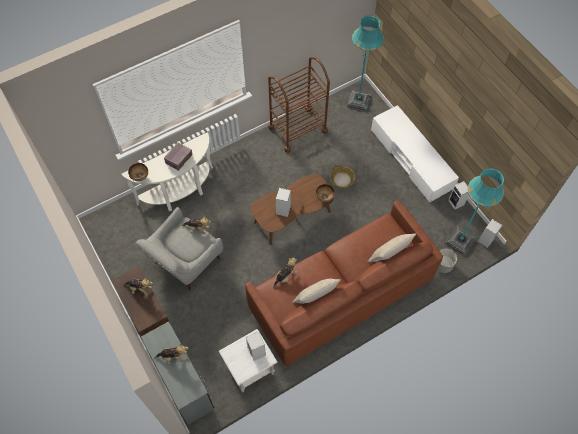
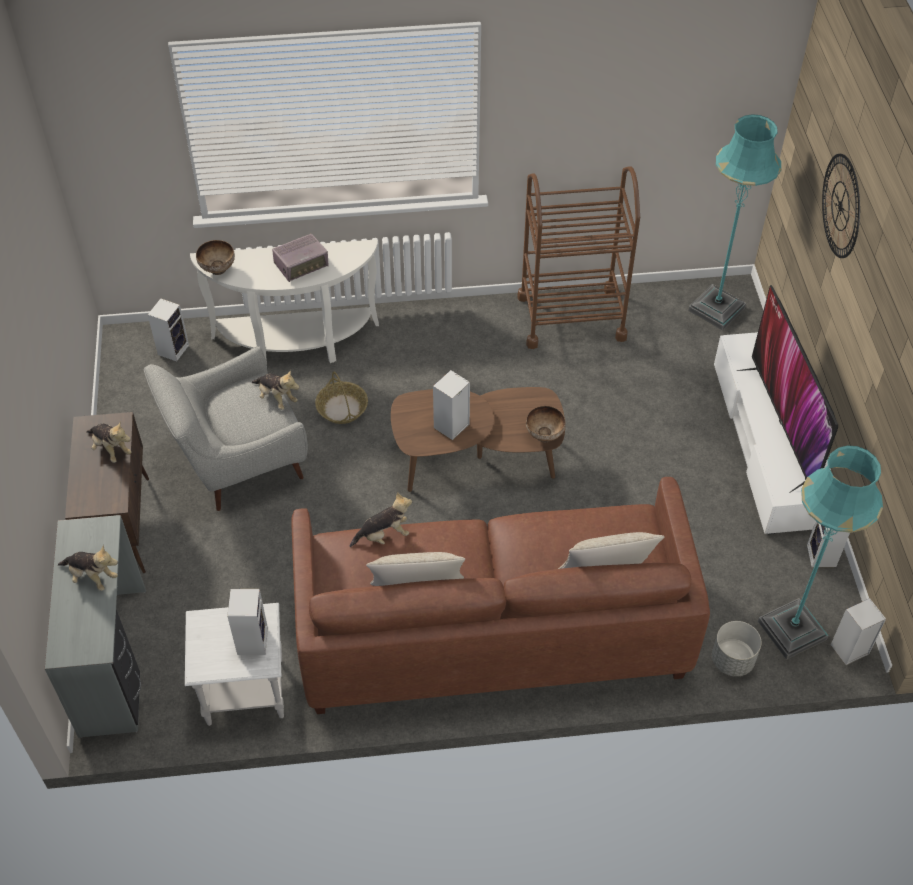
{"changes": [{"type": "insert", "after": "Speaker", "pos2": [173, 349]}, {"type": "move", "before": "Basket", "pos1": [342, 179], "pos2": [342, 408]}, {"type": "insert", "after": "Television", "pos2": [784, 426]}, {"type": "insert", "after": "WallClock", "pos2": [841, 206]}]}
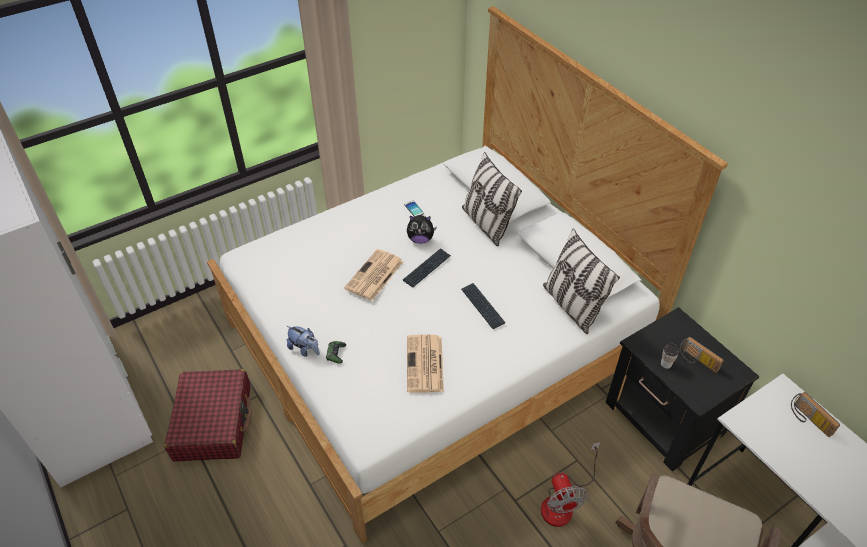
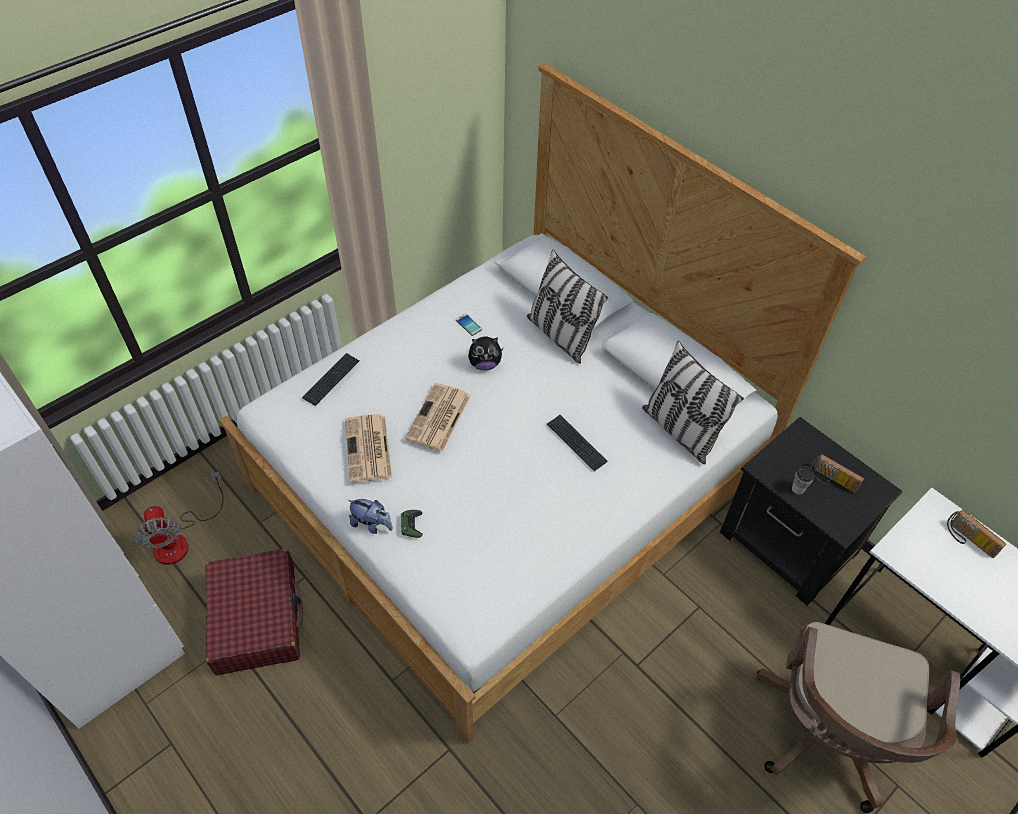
{"changes": [{"type": "move", "before": "Fan", "pos1": [563, 502], "pos2": [180, 539]}, {"type": "move", "before": "Keyboard", "pos1": [427, 268], "pos2": [331, 380]}, {"type": "move", "before": "Newspaper", "pos1": [425, 365], "pos2": [368, 449]}]}
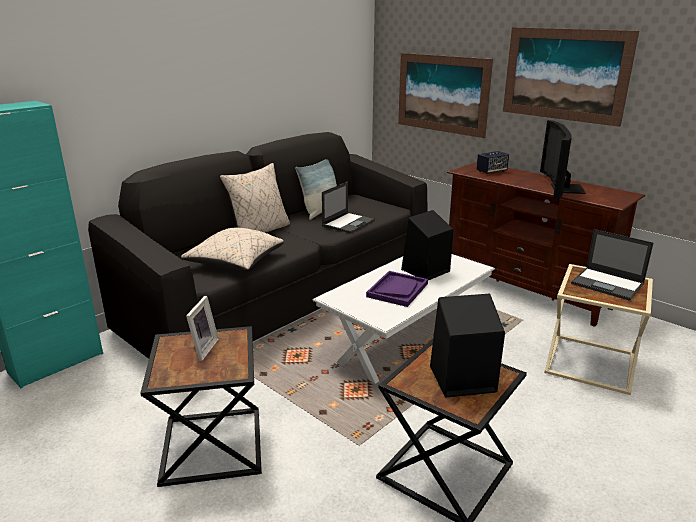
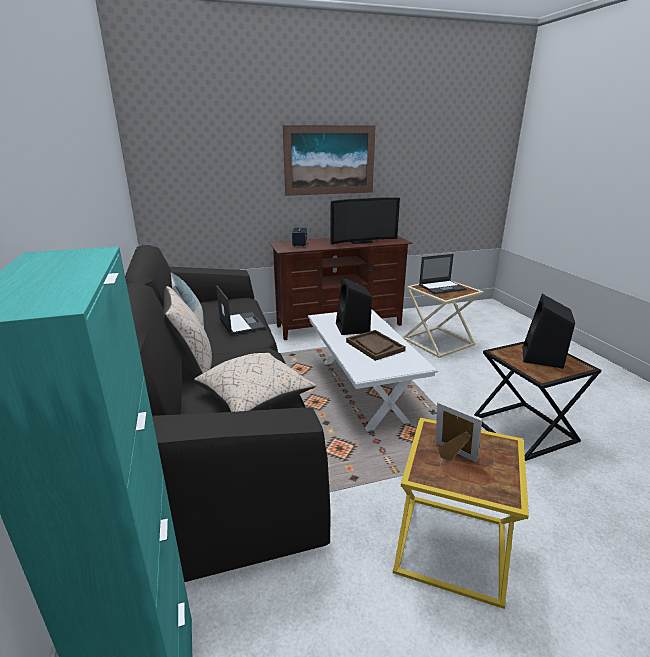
{"changes": [{"type": "rotate", "before": "Television", "pos1": [561, 188], "pos2": [360, 241], "turn": -60}, {"type": "recolor", "before": "PurpleTray", "after": "BrownTray", "pos1": [397, 290], "pos2": [374, 346]}, {"type": "recolor", "before": "BlackSideTable", "after": "YellowSideTable", "pos1": [210, 445], "pos2": [449, 548]}, {"type": "delete", "before": "Picture", "pos1": [442, 94]}]}
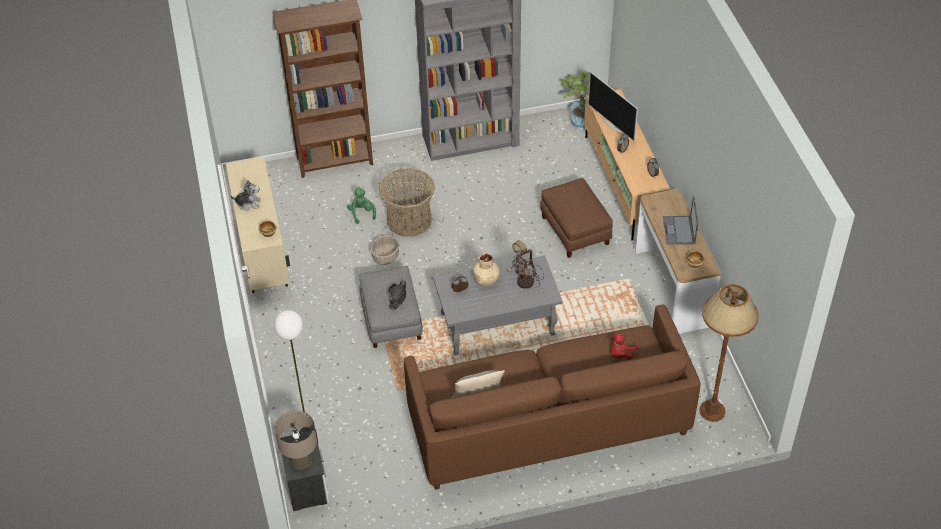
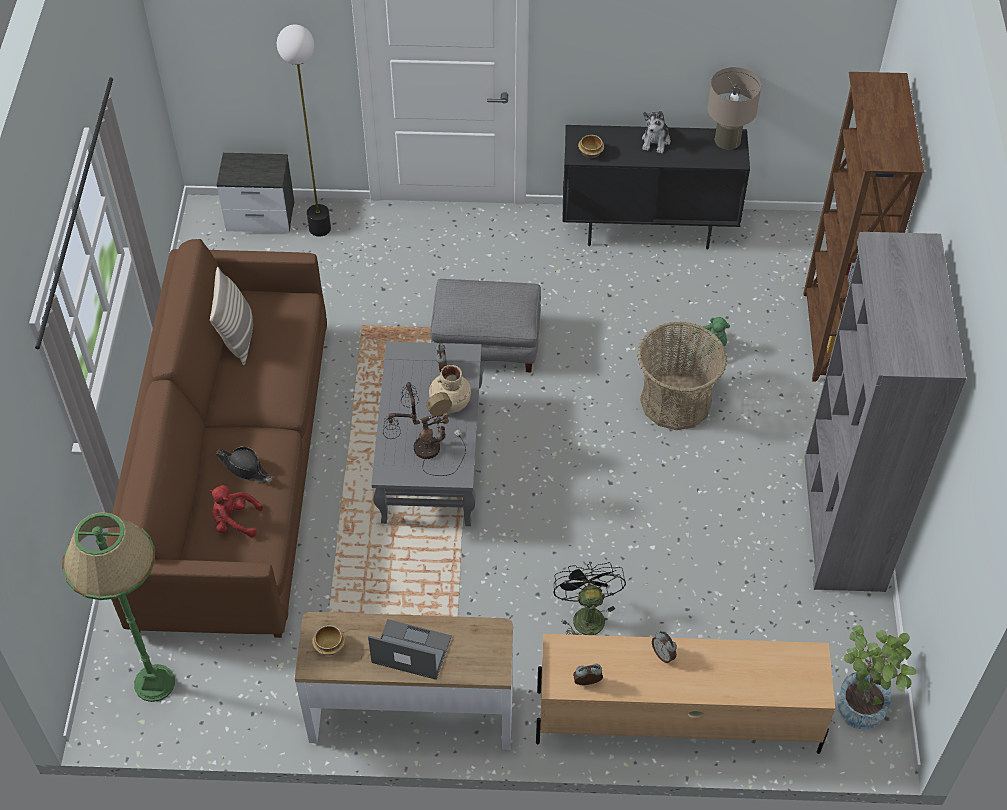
{"changes": [{"type": "recolor", "before": "BrownFloorLamp", "after": "GreenFloorLamp", "pos1": [712, 411], "pos2": [155, 683]}, {"type": "rotate", "before": "RedPlushToy", "pos1": [621, 353], "pos2": [234, 521], "turn": -45}, {"type": "move", "before": "BlackHat", "pos1": [398, 297], "pos2": [245, 468]}, {"type": "replace", "before": "BrownOttoman", "after": "BlackFan", "pos1": [575, 230], "pos2": [586, 615]}, {"type": "recolor", "before": "BeigeCabinet", "after": "BlackCabinet", "pos1": [264, 259], "pos2": [648, 229]}, {"type": "move", "before": "BeigeTableLamp", "pos1": [300, 461], "pos2": [727, 140]}, {"type": "delete", "before": "Basket", "pos1": [385, 256]}, {"type": "delete", "before": "Television", "pos1": [613, 125]}]}
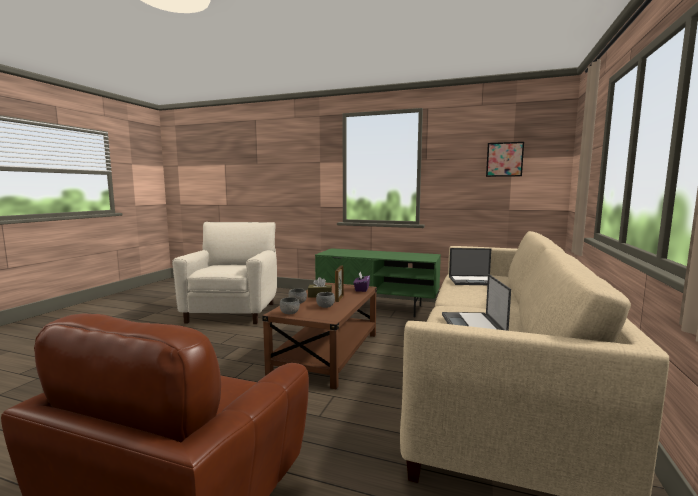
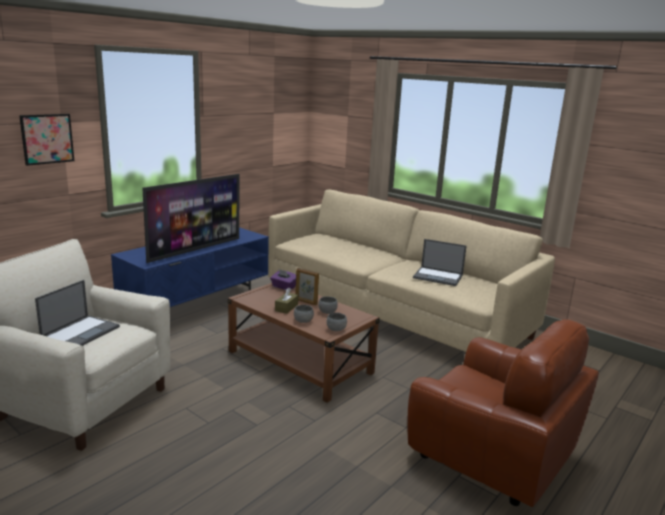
{"changes": [{"type": "move", "before": "Picture", "pos1": [504, 159], "pos2": [47, 139]}, {"type": "move", "before": "Laptop", "pos1": [473, 281], "pos2": [81, 332]}, {"type": "recolor", "before": "GreenTvStand", "after": "BlueTvStand", "pos1": [378, 307], "pos2": [197, 307]}, {"type": "insert", "after": "Television", "pos2": [195, 249]}]}
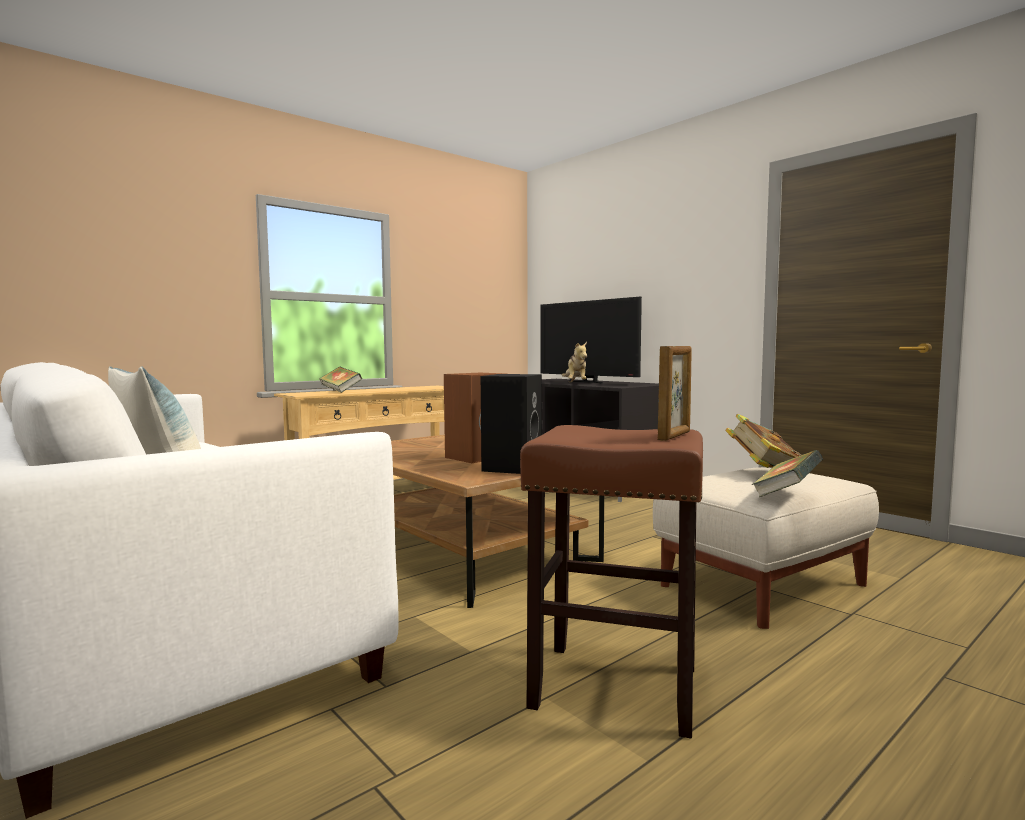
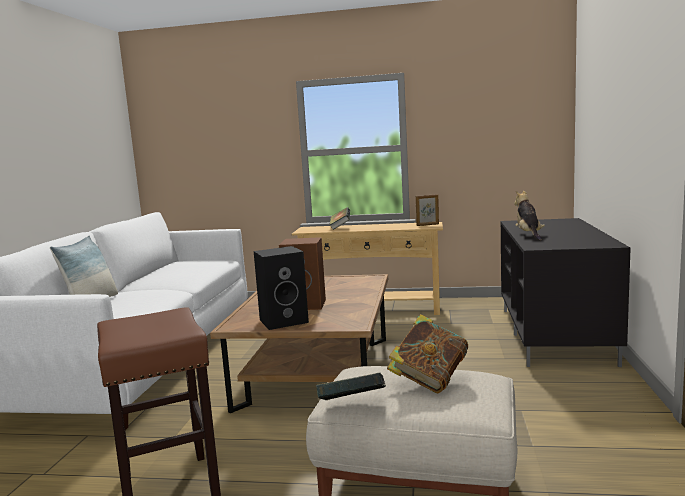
{"changes": [{"type": "move", "before": "PictureFrame", "pos1": [674, 436], "pos2": [427, 225]}, {"type": "rotate", "before": "PlushToy", "pos1": [575, 384], "pos2": [528, 235], "turn": 135}, {"type": "delete", "before": "Television", "pos1": [588, 382]}]}
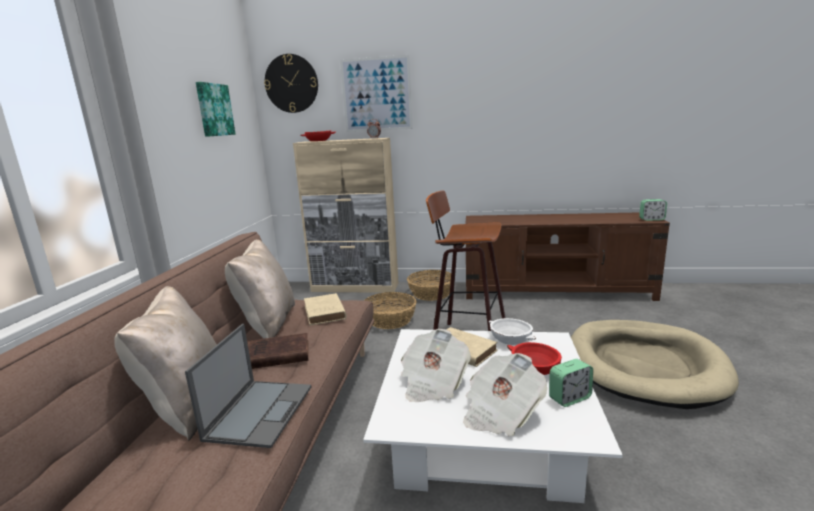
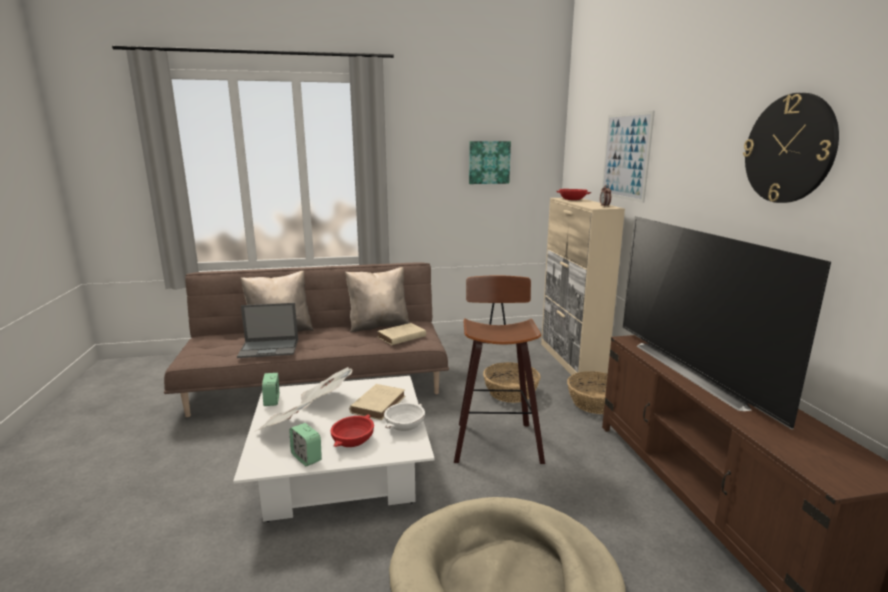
{"changes": [{"type": "move", "before": "AlarmClock", "pos1": [651, 219], "pos2": [272, 400]}, {"type": "insert", "after": "Television", "pos2": [697, 371]}, {"type": "move", "before": "WallClock", "pos1": [291, 83], "pos2": [789, 149]}, {"type": "delete", "before": "BrownBook", "pos1": [275, 355]}]}
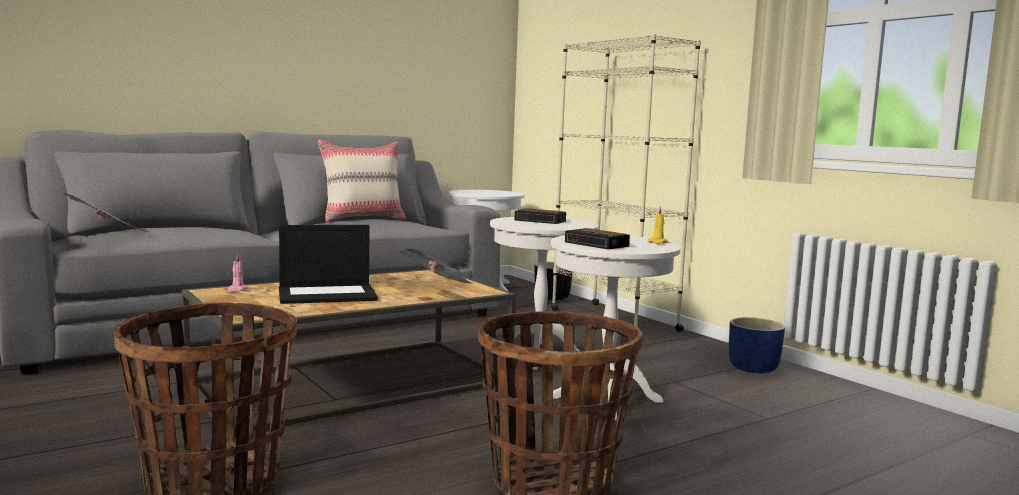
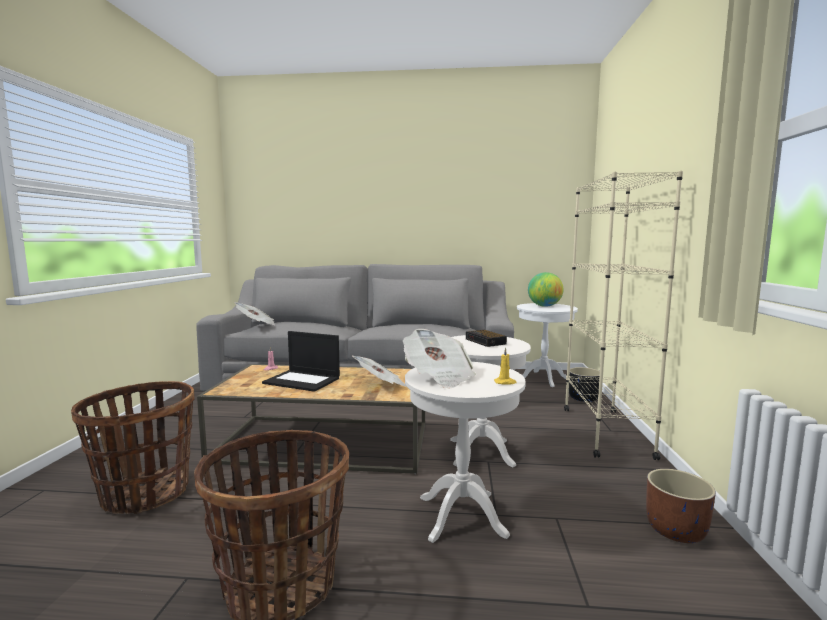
{"changes": [{"type": "replace", "before": "AlarmClock", "after": "Newspaper", "pos1": [597, 244], "pos2": [438, 376]}, {"type": "insert", "after": "Globe", "pos2": [544, 306]}, {"type": "recolor", "before": "BluePlanter", "after": "BrownPlanter", "pos1": [752, 368], "pos2": [675, 530]}, {"type": "delete", "before": "BeigePillow", "pos1": [363, 219]}]}
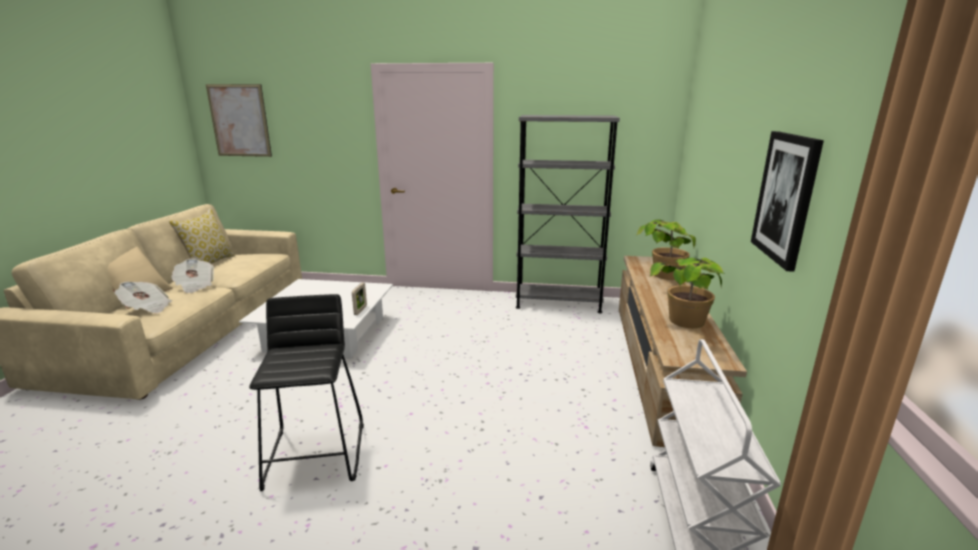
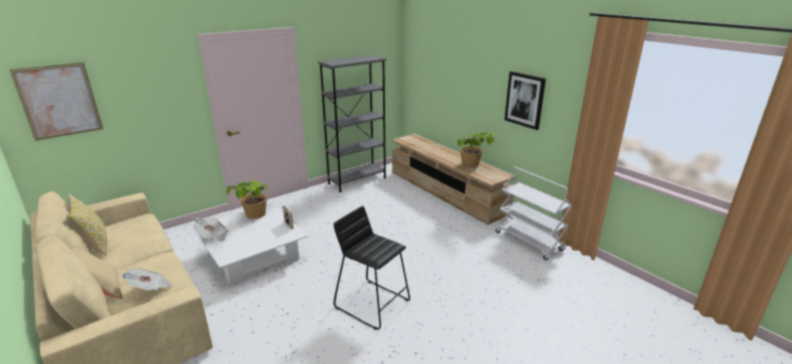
{"changes": [{"type": "move", "before": "Newspaper", "pos1": [195, 285], "pos2": [212, 236]}, {"type": "move", "before": "PottedPlant", "pos1": [660, 279], "pos2": [253, 219]}]}
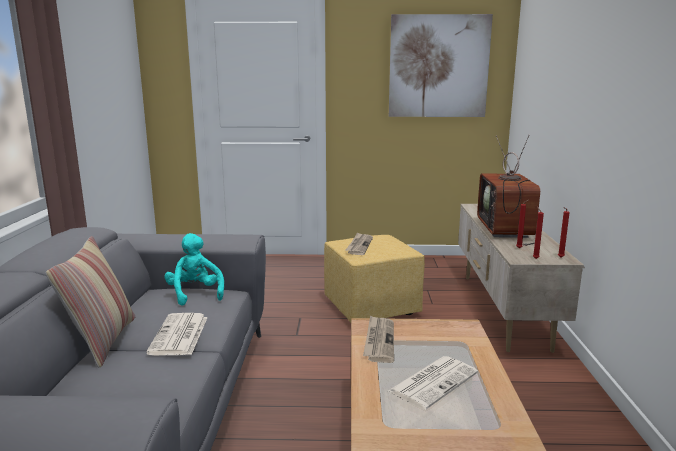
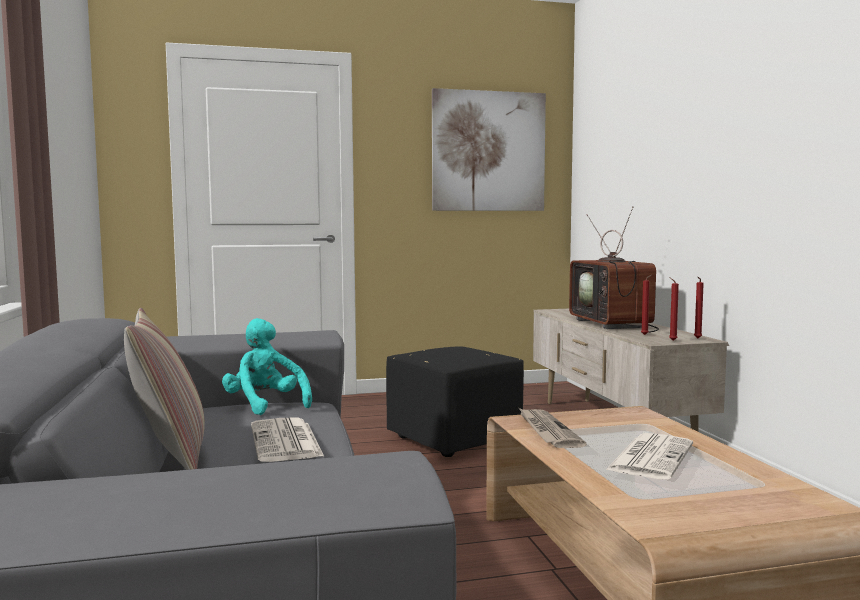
{"changes": [{"type": "recolor", "before": "YellowOttoman", "after": "BlackOttoman", "pos1": [373, 308], "pos2": [456, 440]}, {"type": "delete", "before": "Newspaper", "pos1": [359, 245]}]}
